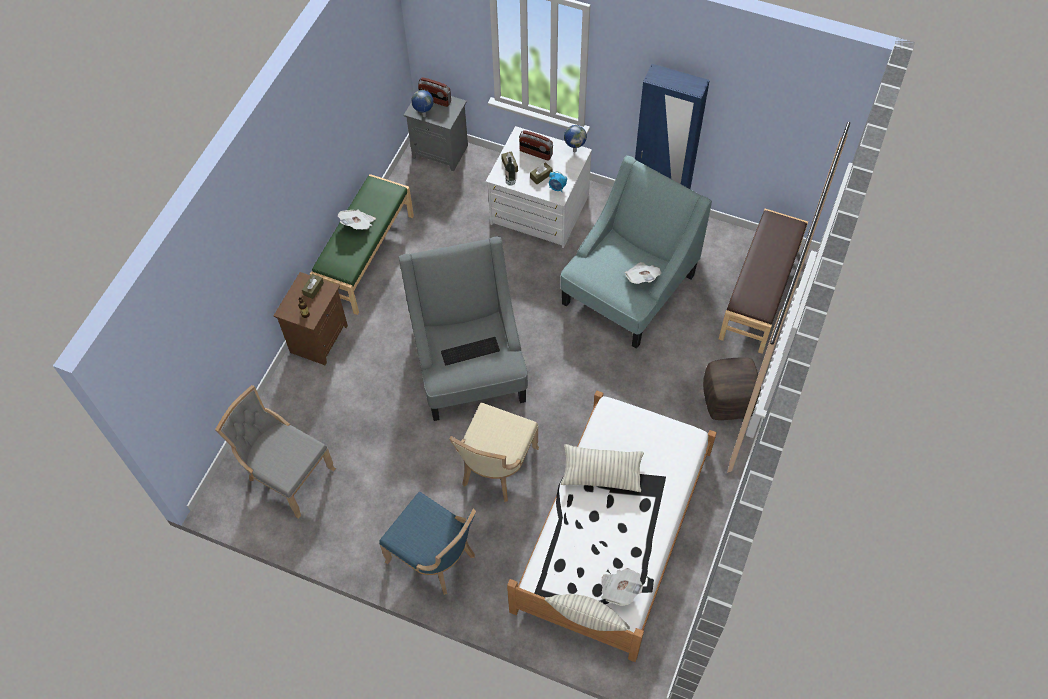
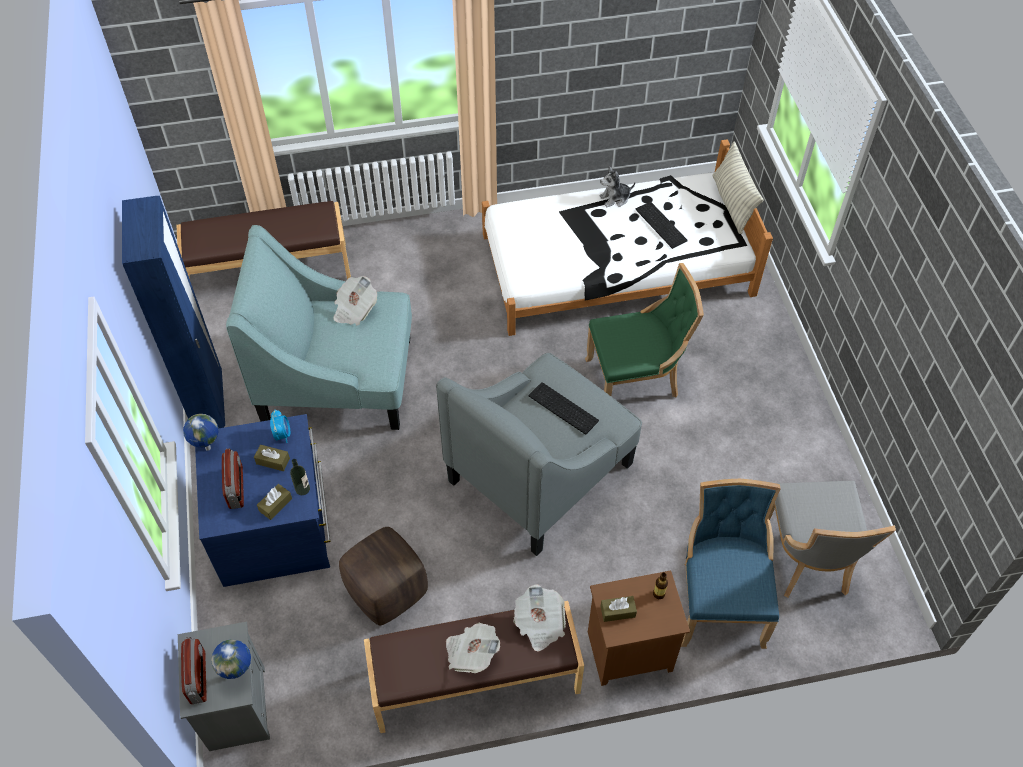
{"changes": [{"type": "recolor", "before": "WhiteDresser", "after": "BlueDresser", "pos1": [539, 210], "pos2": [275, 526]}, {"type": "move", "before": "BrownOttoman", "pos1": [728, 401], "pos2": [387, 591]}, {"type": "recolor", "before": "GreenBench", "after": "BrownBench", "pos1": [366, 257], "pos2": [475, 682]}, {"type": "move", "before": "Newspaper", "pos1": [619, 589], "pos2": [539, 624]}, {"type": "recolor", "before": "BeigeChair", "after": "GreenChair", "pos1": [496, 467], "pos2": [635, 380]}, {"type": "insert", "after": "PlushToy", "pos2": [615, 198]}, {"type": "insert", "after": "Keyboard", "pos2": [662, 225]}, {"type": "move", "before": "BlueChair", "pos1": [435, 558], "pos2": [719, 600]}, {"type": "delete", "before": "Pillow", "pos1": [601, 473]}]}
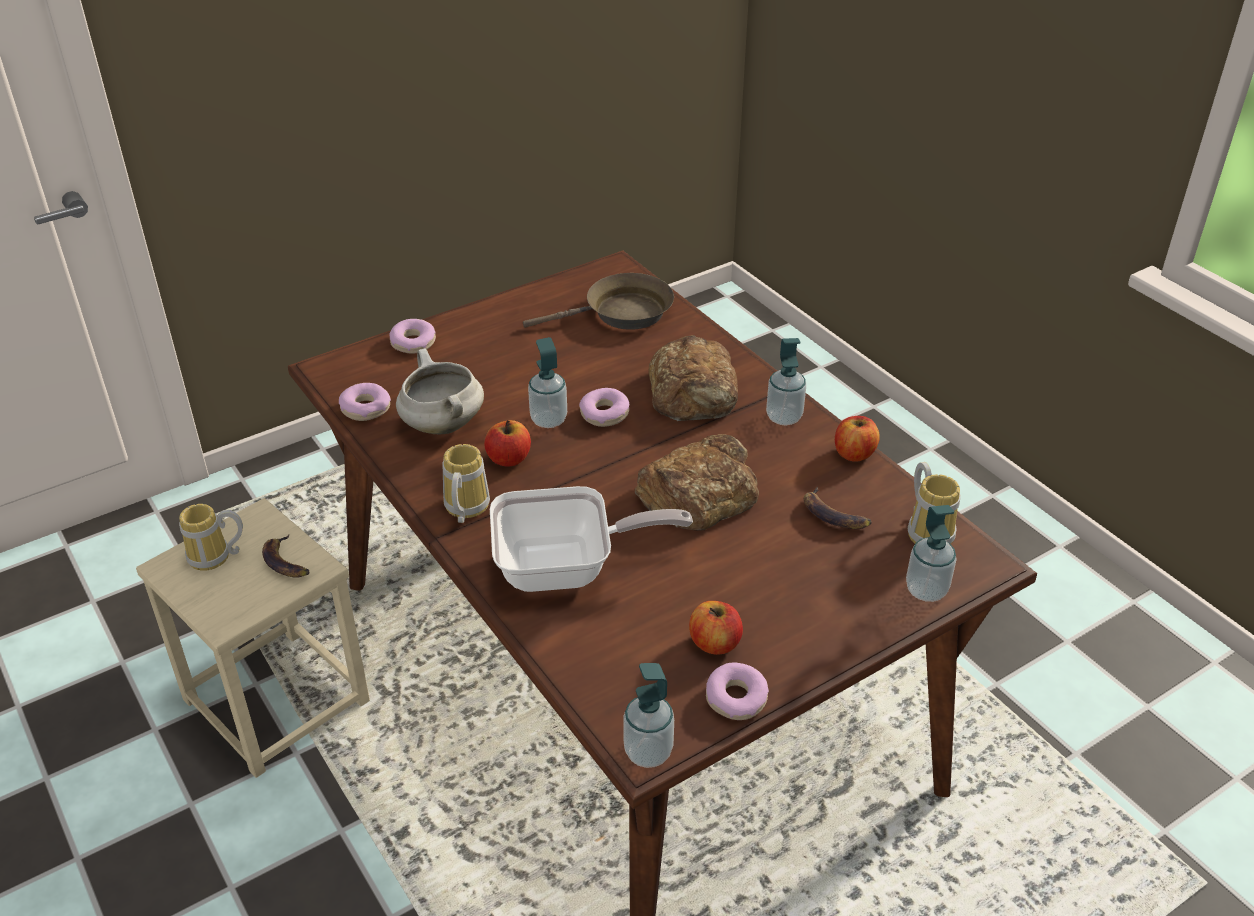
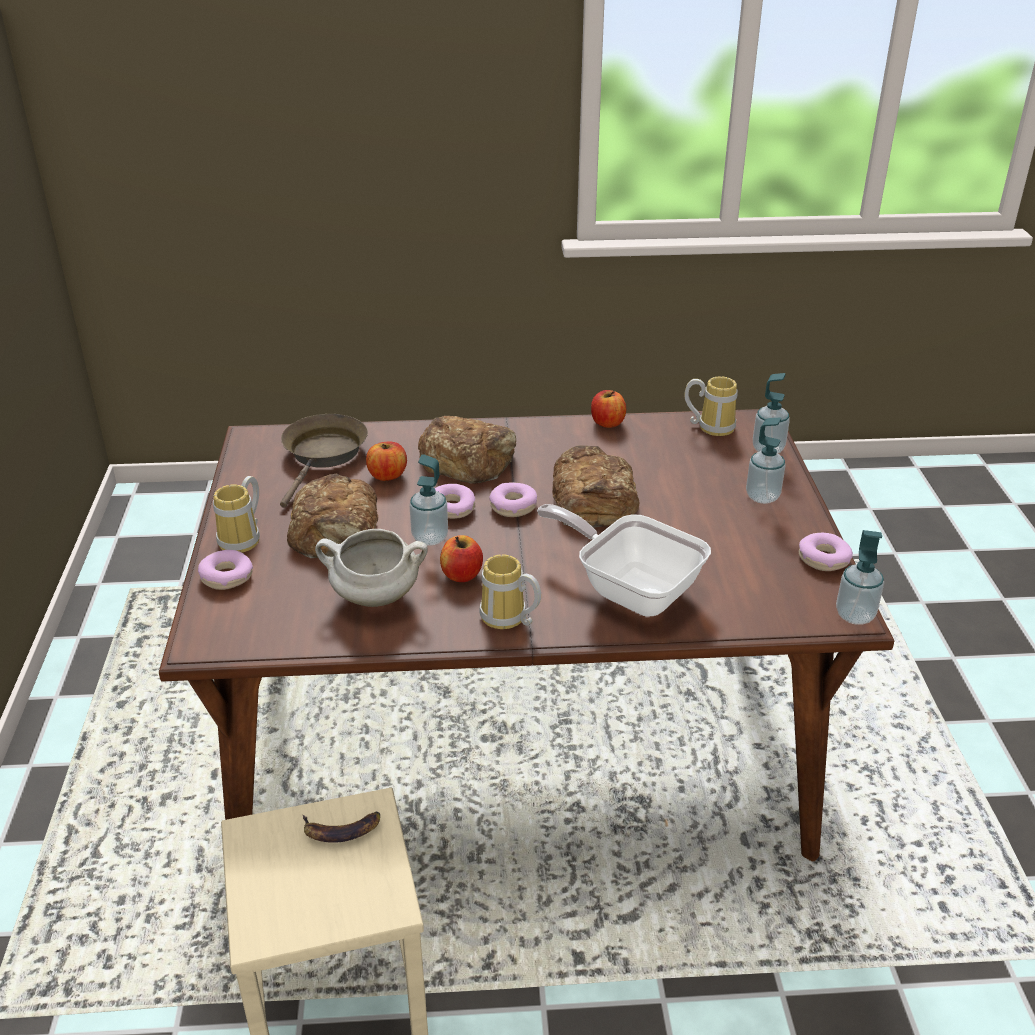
{"changes": [{"type": "move", "before": "Mug", "pos1": [215, 558], "pos2": [244, 539]}, {"type": "insert", "after": "Bread", "pos2": [336, 529]}, {"type": "move", "before": "Apple", "pos1": [715, 643], "pos2": [387, 475]}, {"type": "move", "before": "Donut", "pos1": [365, 409], "pos2": [513, 506]}, {"type": "rotate", "before": "FryingPan", "pos1": [567, 569], "pos2": [630, 589], "turn": -75}, {"type": "move", "before": "SoapDispenser", "pos1": [784, 417], "pos2": [762, 496]}, {"type": "delete", "before": "Banana", "pos1": [834, 515]}]}
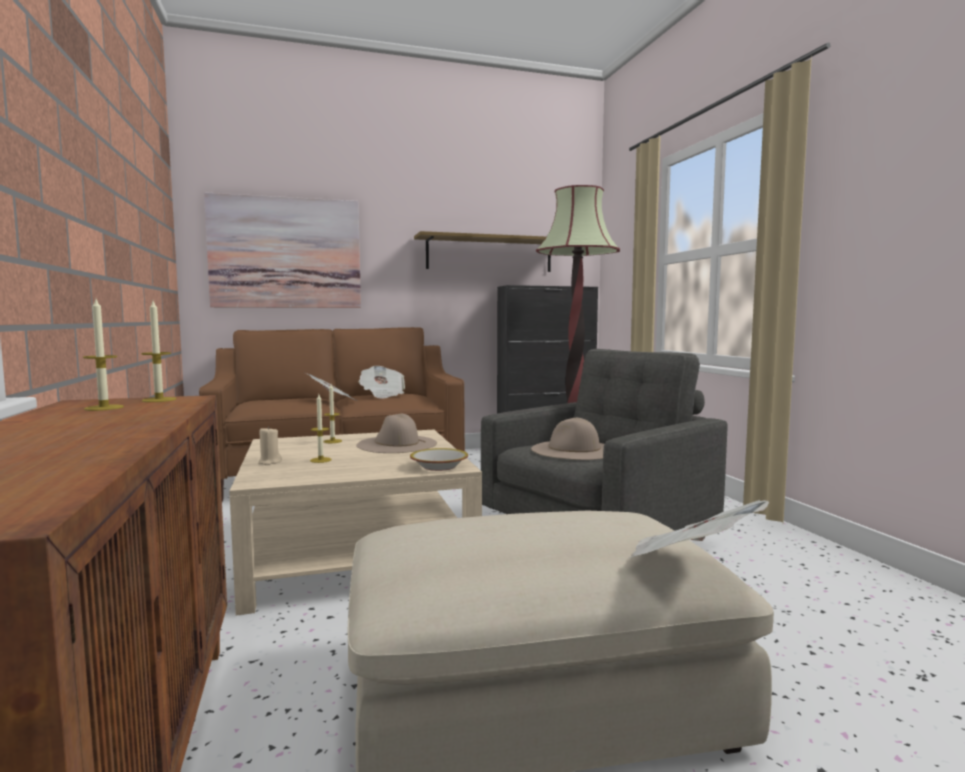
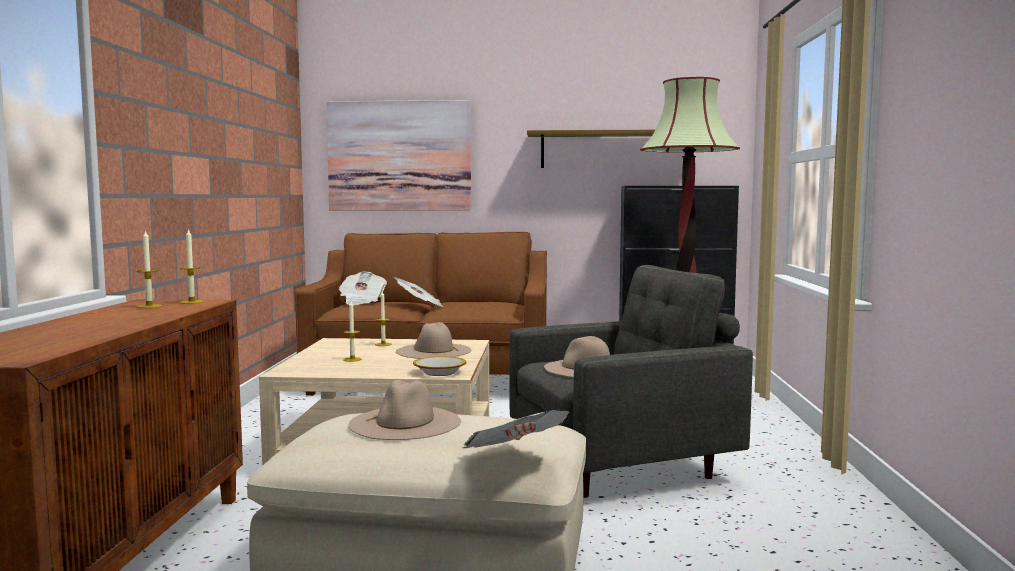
{"changes": [{"type": "move", "before": "Newspaper", "pos1": [382, 395], "pos2": [362, 302]}, {"type": "insert", "after": "BeigeHat", "pos2": [405, 422]}, {"type": "delete", "before": "BeigeCandle", "pos1": [269, 462]}]}
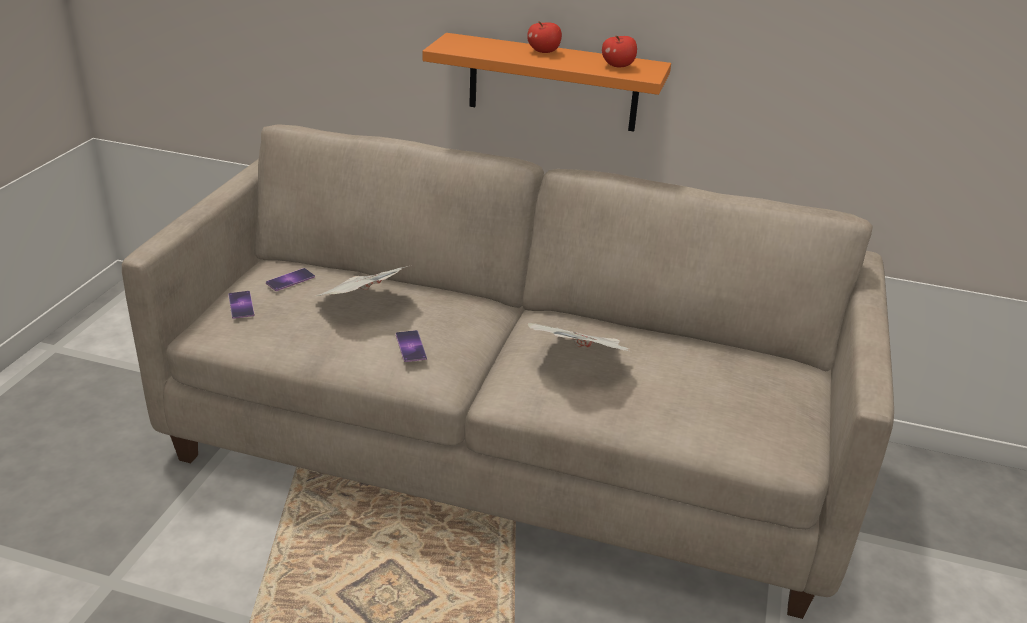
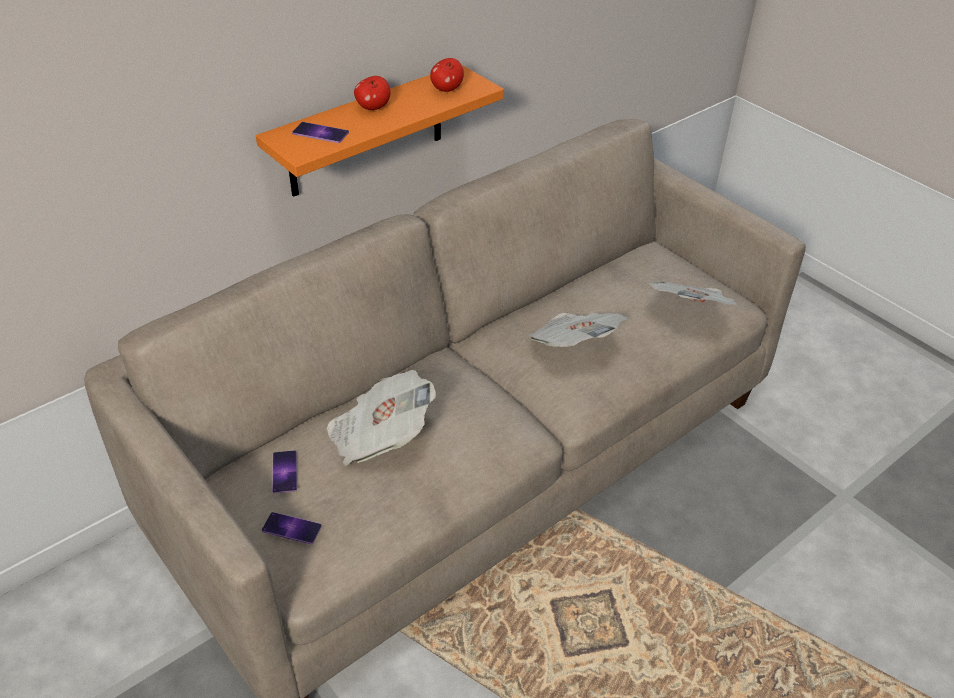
{"changes": [{"type": "move", "before": "Phone", "pos1": [411, 346], "pos2": [320, 133]}, {"type": "insert", "after": "Newspaper", "pos2": [691, 311]}]}
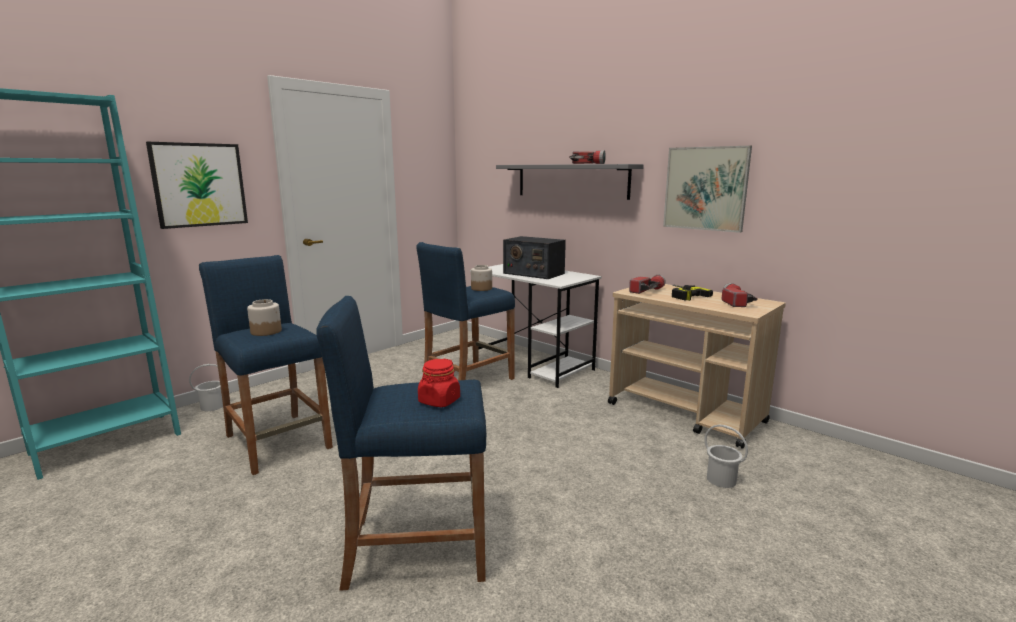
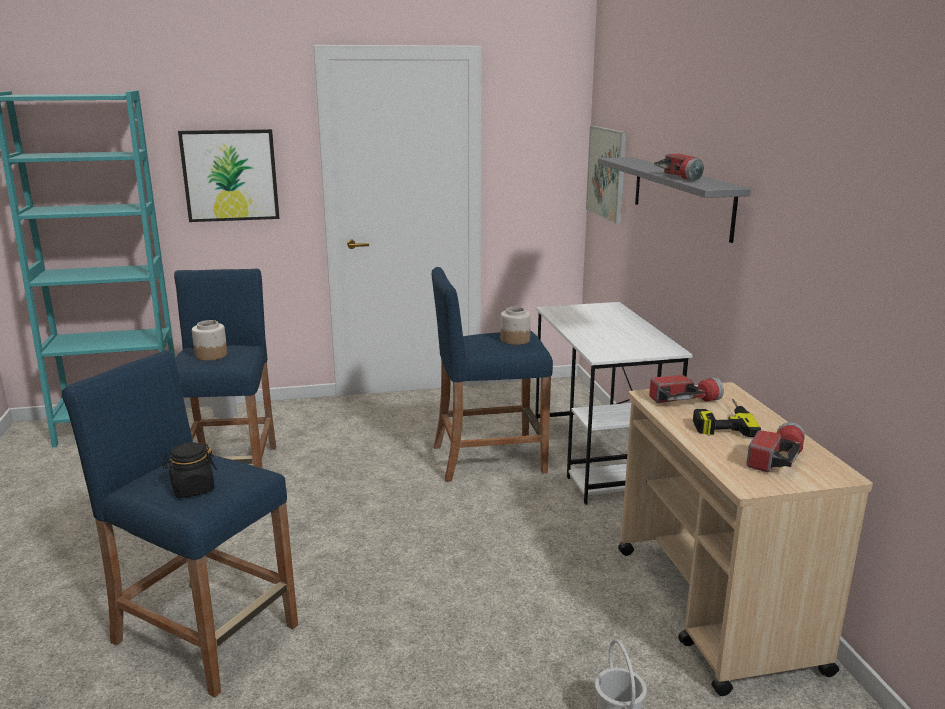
{"changes": [{"type": "recolor", "before": "RedJar", "after": "BlackJar", "pos1": [439, 401], "pos2": [192, 489]}, {"type": "move", "before": "Picture", "pos1": [705, 188], "pos2": [607, 173]}, {"type": "delete", "before": "Radio", "pos1": [533, 273]}]}
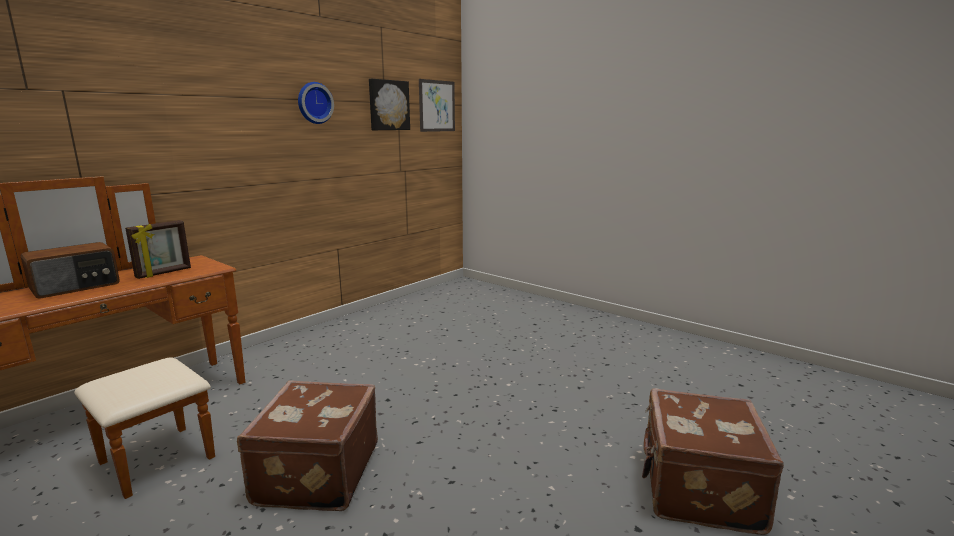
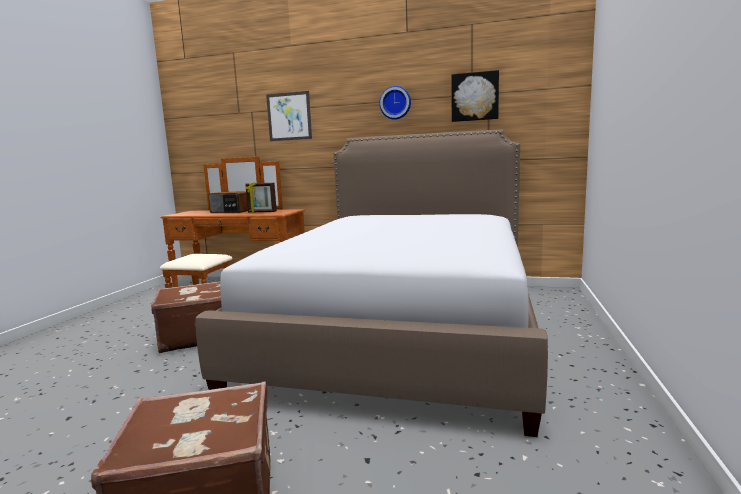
{"changes": [{"type": "insert", "after": "Bed", "pos2": [403, 328]}, {"type": "move", "before": "Picture", "pos1": [437, 106], "pos2": [289, 116]}]}
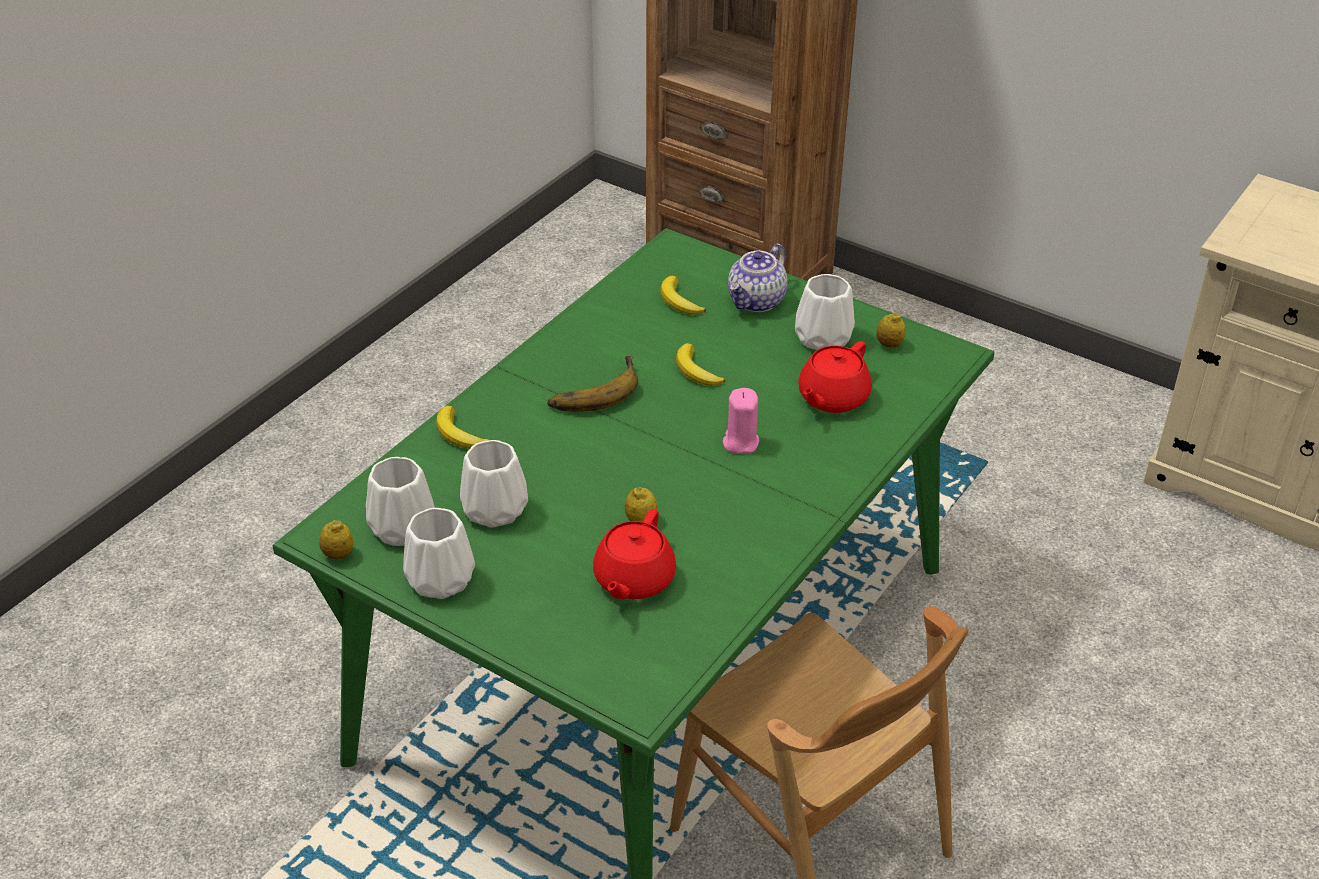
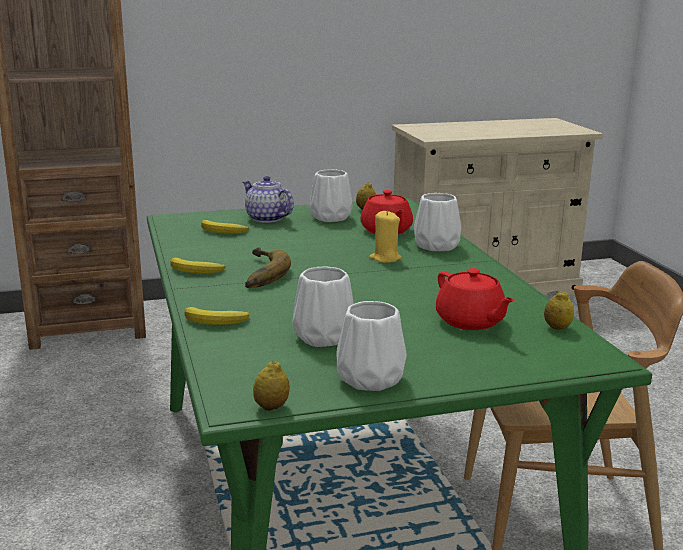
{"changes": [{"type": "move", "before": "Banana", "pos1": [696, 371], "pos2": [196, 270]}, {"type": "rotate", "before": "Teapot", "pos1": [757, 301], "pos2": [266, 218], "turn": 150}, {"type": "recolor", "before": "PinkCandle", "after": "YellowCandle", "pos1": [740, 442], "pos2": [385, 258]}, {"type": "move", "before": "WhiteVase", "pos1": [403, 528], "pos2": [437, 246]}, {"type": "move", "before": "Lemon", "pos1": [640, 520], "pos2": [557, 328]}]}
